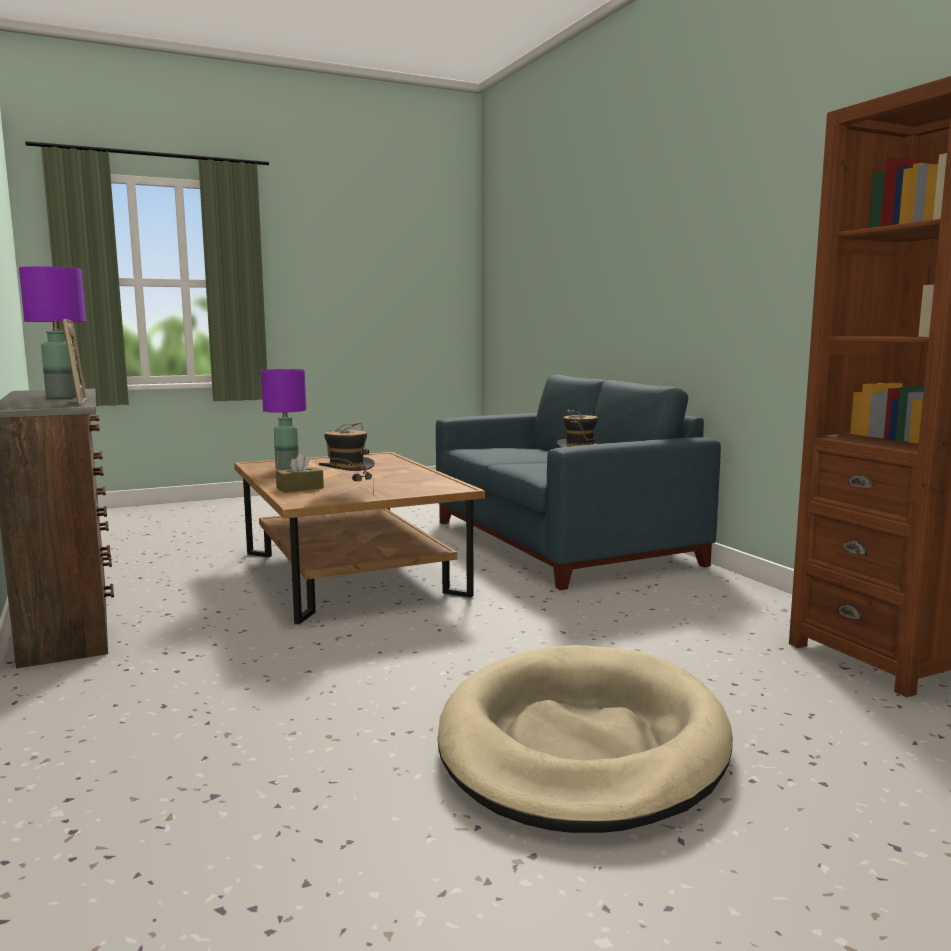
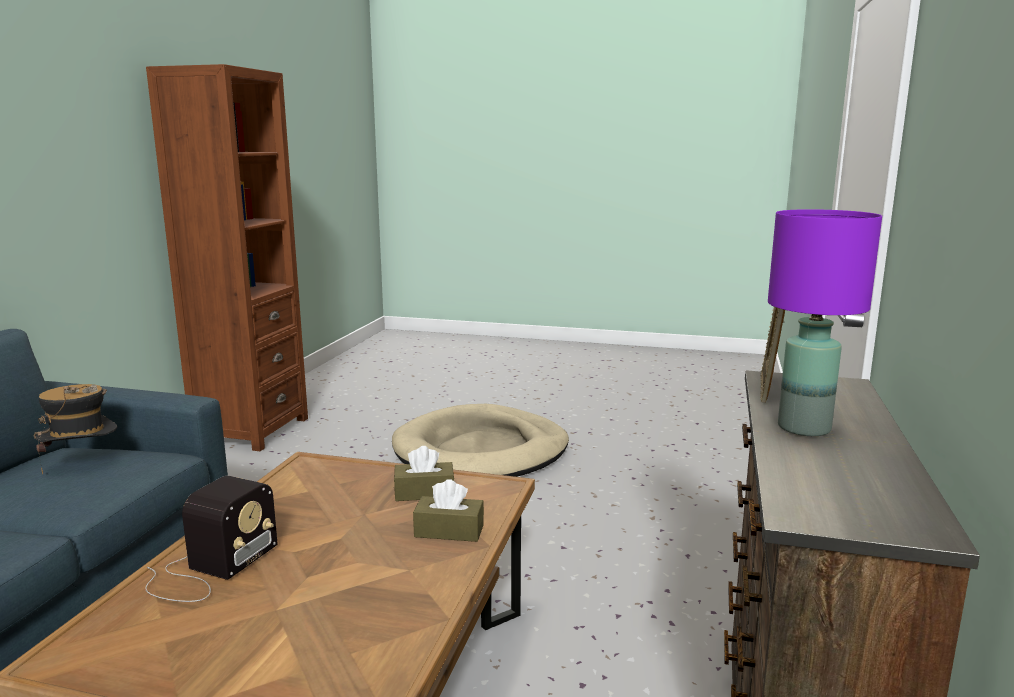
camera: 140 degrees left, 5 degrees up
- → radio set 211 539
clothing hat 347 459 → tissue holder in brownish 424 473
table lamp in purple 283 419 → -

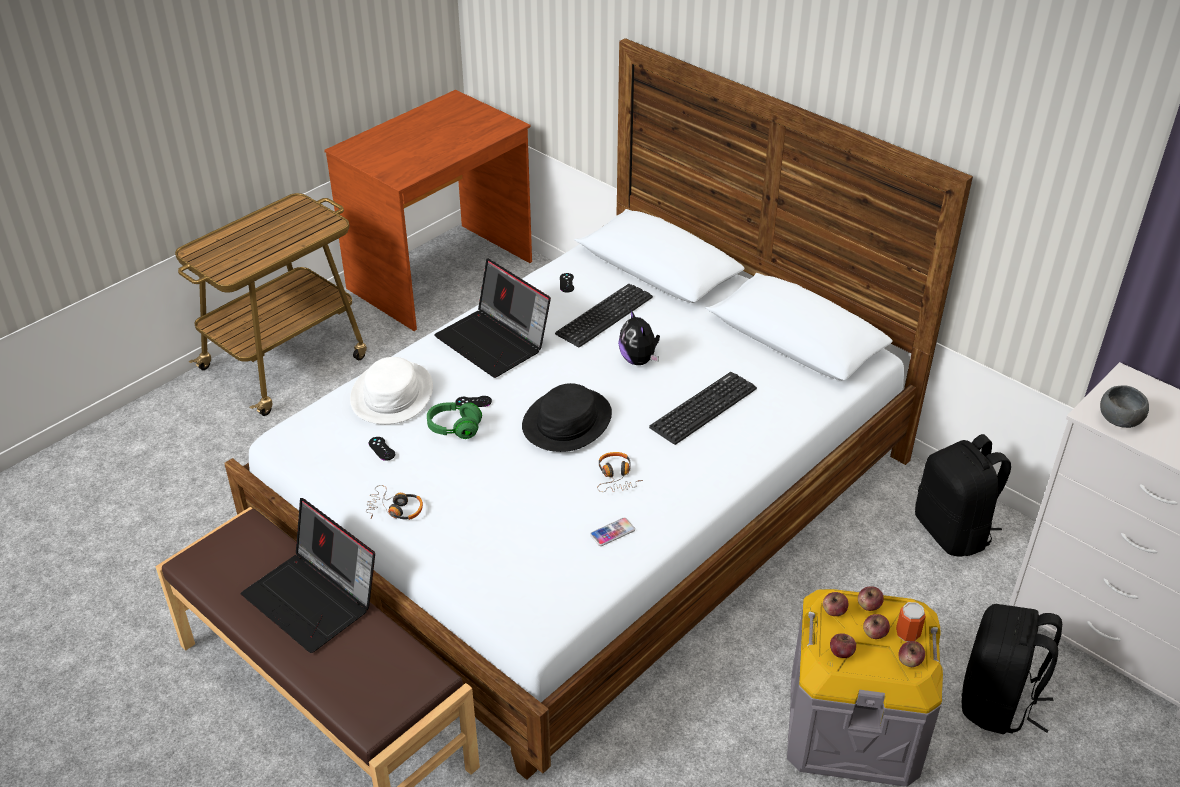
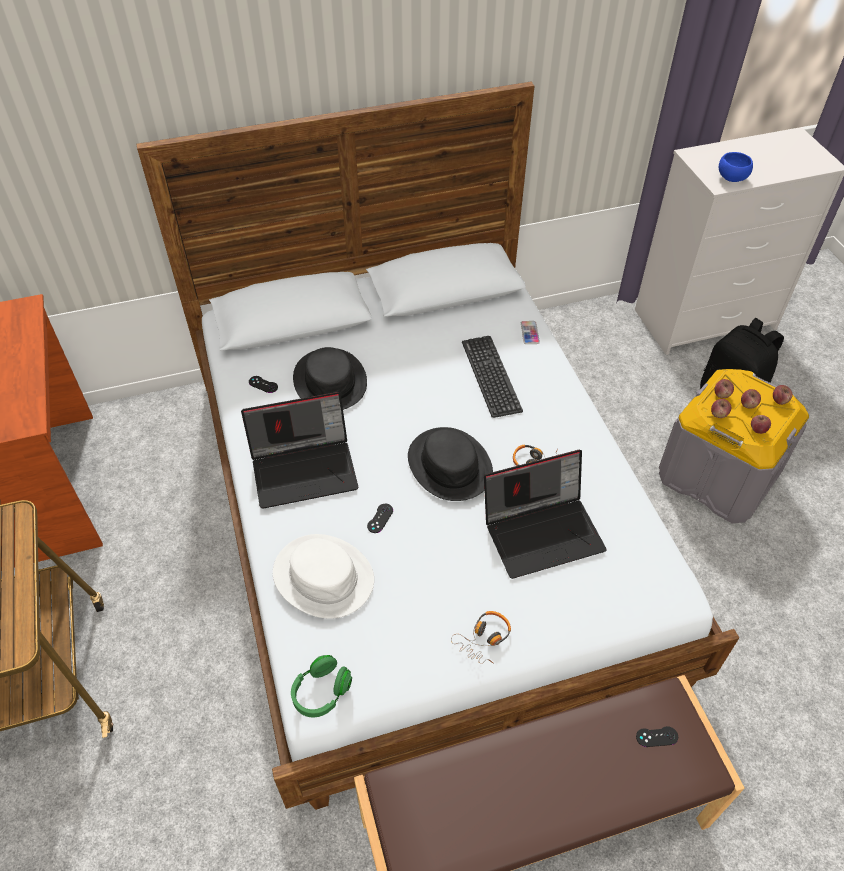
camera: 60 degrees left, 10 degrees up
headset in greenish 454 420 → headset in greenish 321 686, move
keyboard 604 315 → clothing hat in black-coloured 330 378
portable computer 308 575 → portable computer 545 514, move
phone 612 532 → phone 530 332, move
game controller in black-coloured 382 449 → game controller in black-coloured 657 736, move
bowl in gray 1124 406 → bowl in bluish 736 167
soft toy 639 337 → -
can 911 622 → -
rucksack in black-coloured 963 495 → -

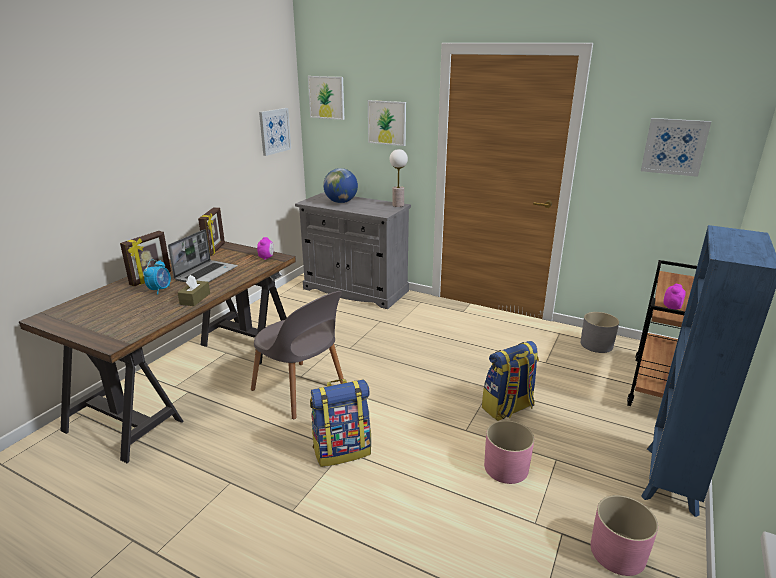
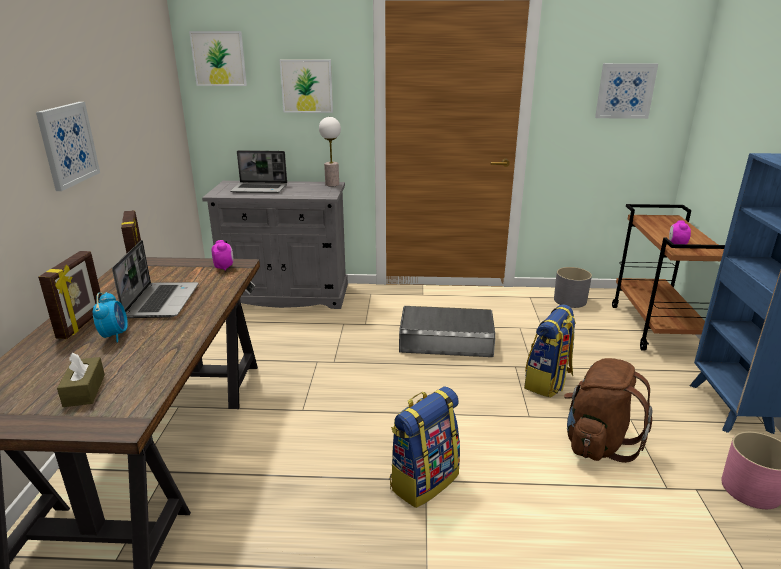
camera: 25 degrees left, 0 degrees up
wall picture 275 132 → wall picture 68 146, move
tissue holder in brownish 194 290 → tissue holder in brownish 81 380, move
desk globe 340 185 → portable computer 258 171
- → storage container in gray 447 331
plant pot in pinkish 509 452 → rucksack in brownish 608 410
chair in gray 297 355 → -

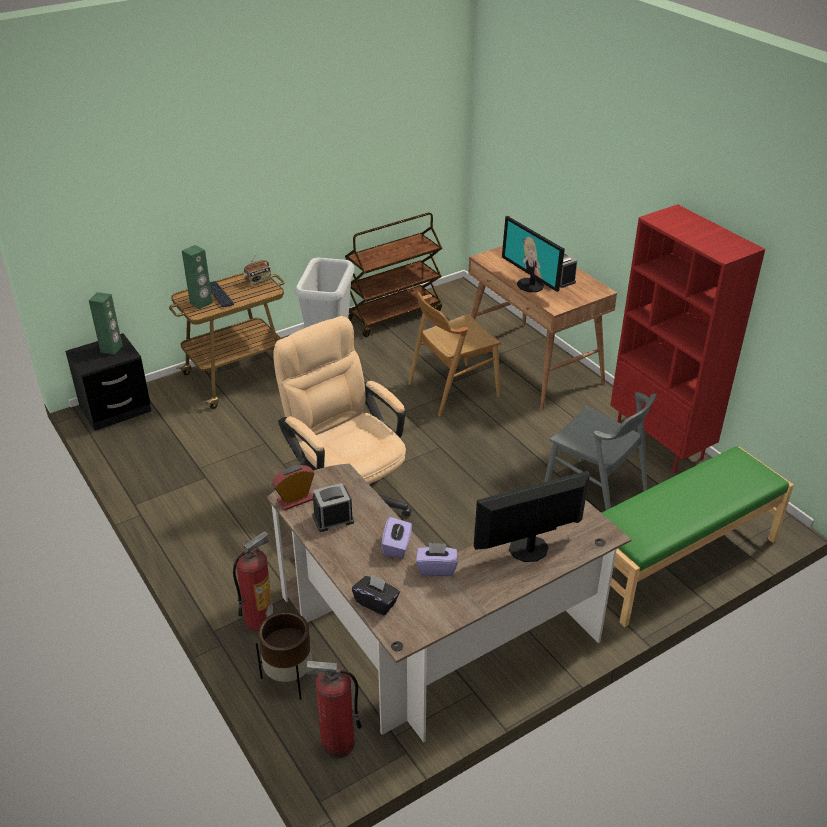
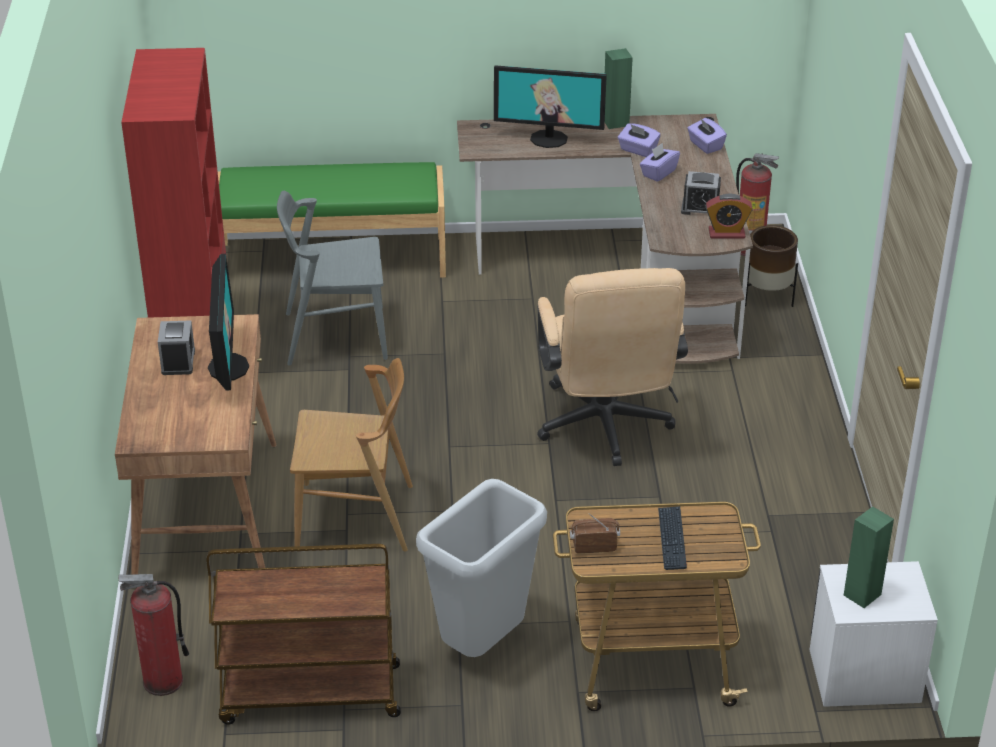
camera: 150 degrees left, 0 degrees up
extinguisher 253 582 → extinguisher 153 634, move
chair in gray 600 451 → chair in gray 332 278, 75 degrees counterclockwise
loudspeaker in greenish 197 277 → loudspeaker in greenish 619 88, move
tissue holder in black-coloured 376 594 → tissue holder in purple 707 136
bedside table in black-coloured 108 382 → bedside table in whitish 874 634

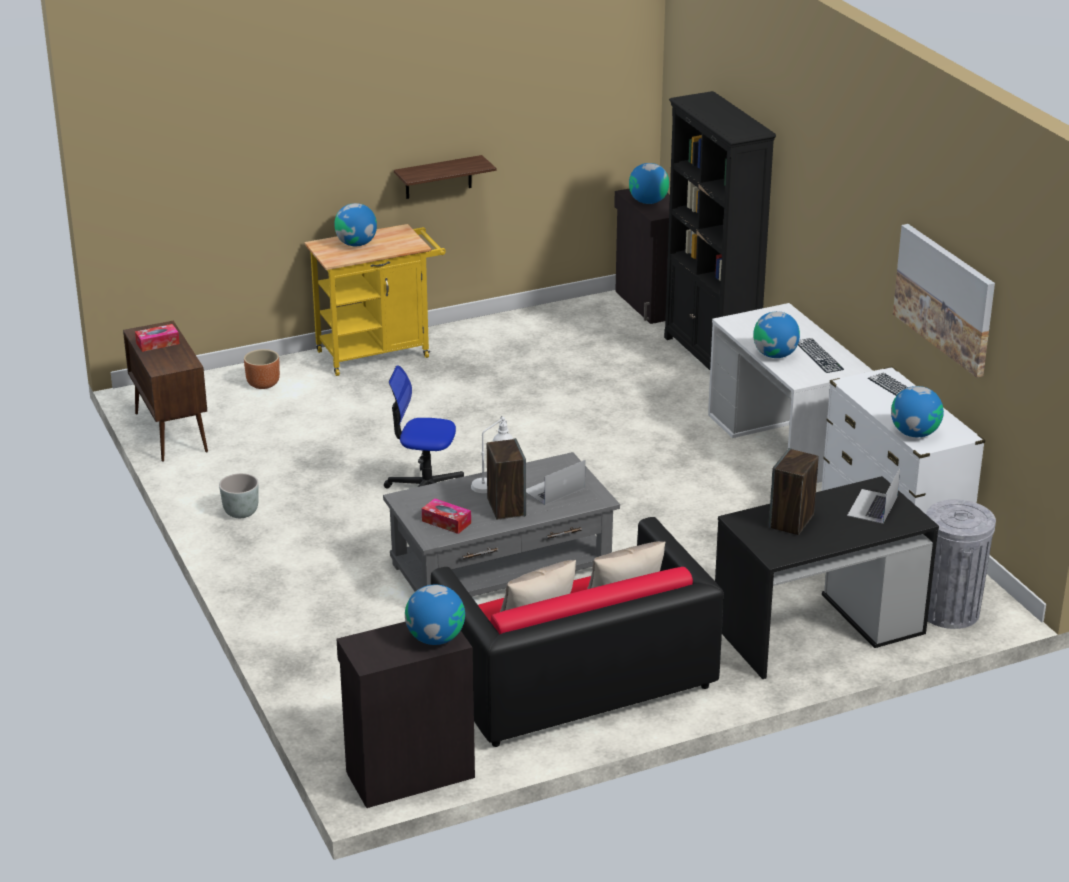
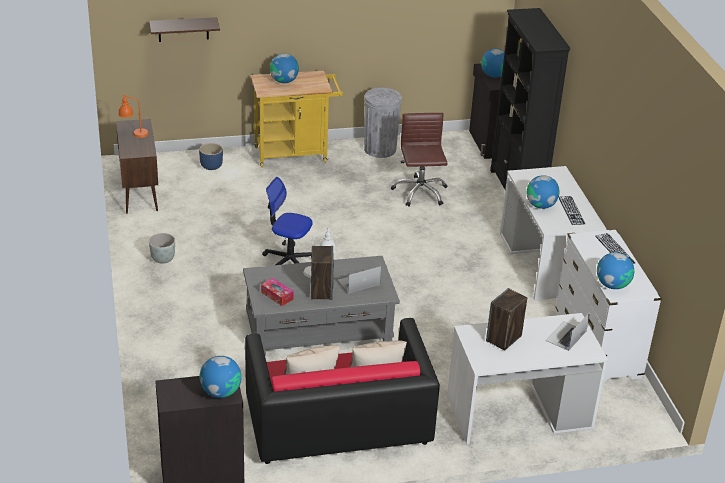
camera: 10 degrees right, 5 degrees up
tissue holder 157 338 → table lamp in orange 133 116
shelf 445 177 → shelf 184 29, move
plant pot in brownish 262 369 → plant pot in bluish 211 156
rubbish bin in gray 961 564 → rubbish bin in gray 383 123, move
- → desk chair in brownish 419 160
desk in black-coloured 827 577 → desk in whitish 527 378
wall picture 944 301 → -

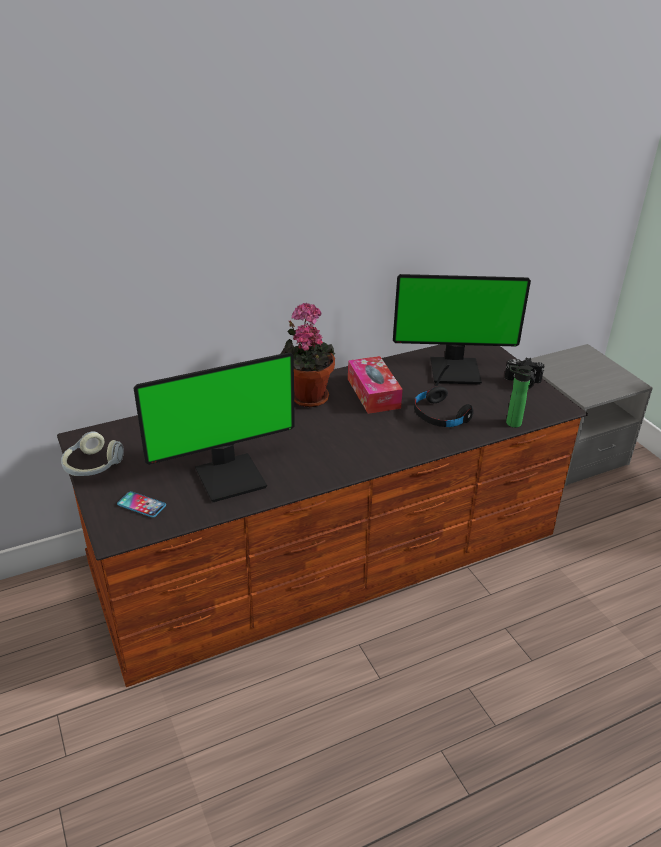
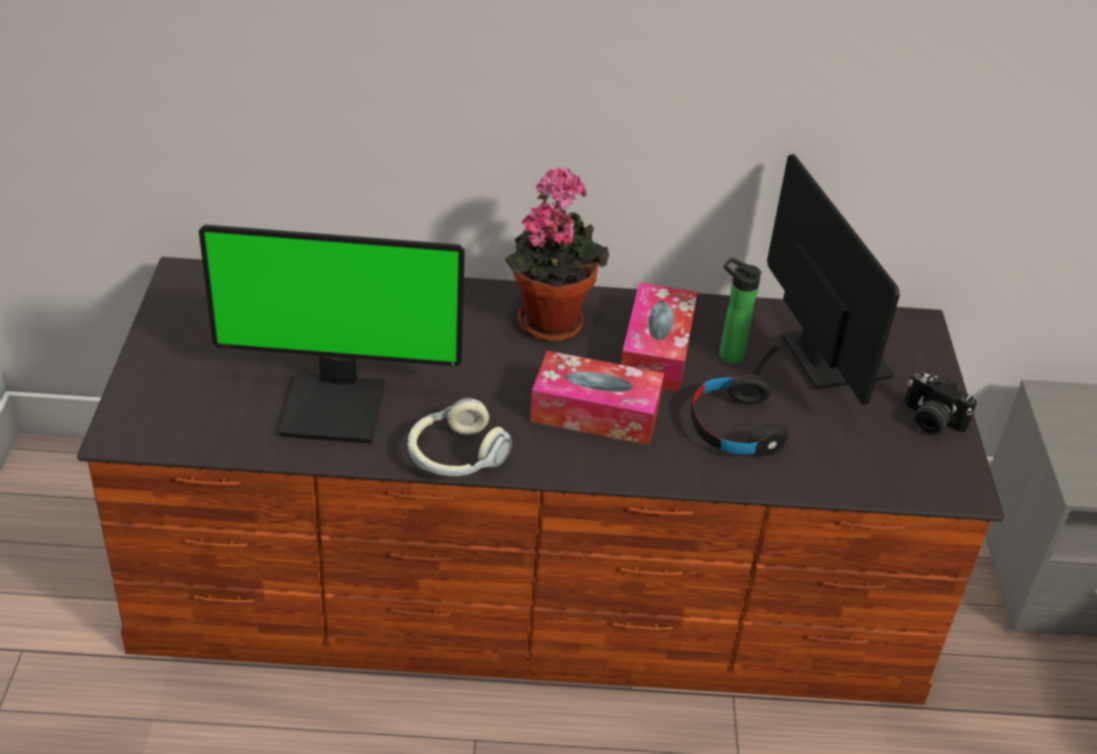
camera: 25 degrees right, 5 degrees up
headset 92 453 → headset 460 437, move
- → tissue holder 597 398
beverage bottle 519 396 → beverage bottle 740 311, move
monitor 462 329 → monitor 833 279, 135 degrees counterclockwise
phone 141 504 → -

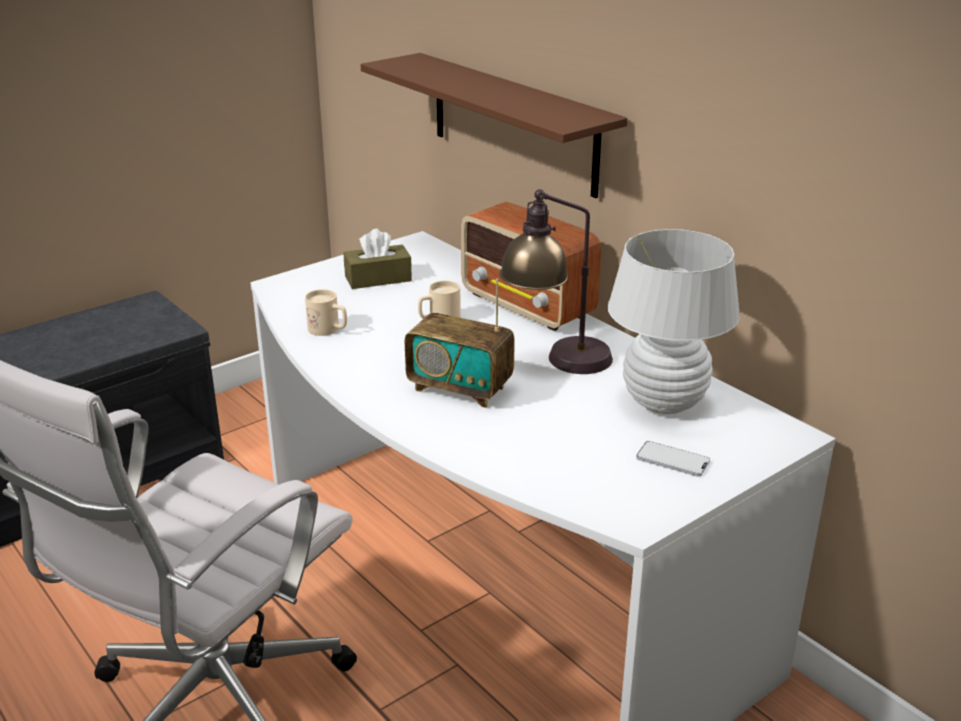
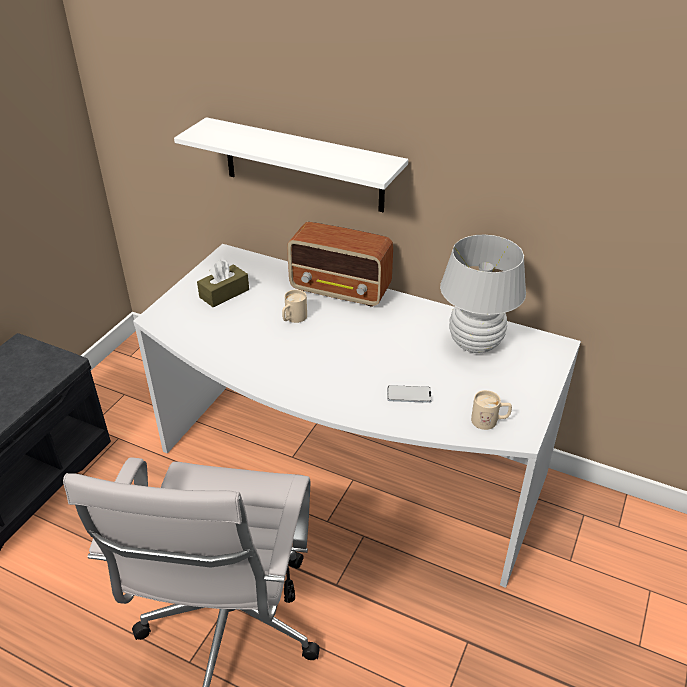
camera: 25 degrees left, 10 degrees up
shelf in brownish 494 125 → shelf in whitish 291 164
phone 673 459 → phone 410 394, move
coffee mug in beige-coloured 326 312 → coffee mug in beige-coloured 491 410, move
radio set 460 343 → -
table lamp 556 281 → -

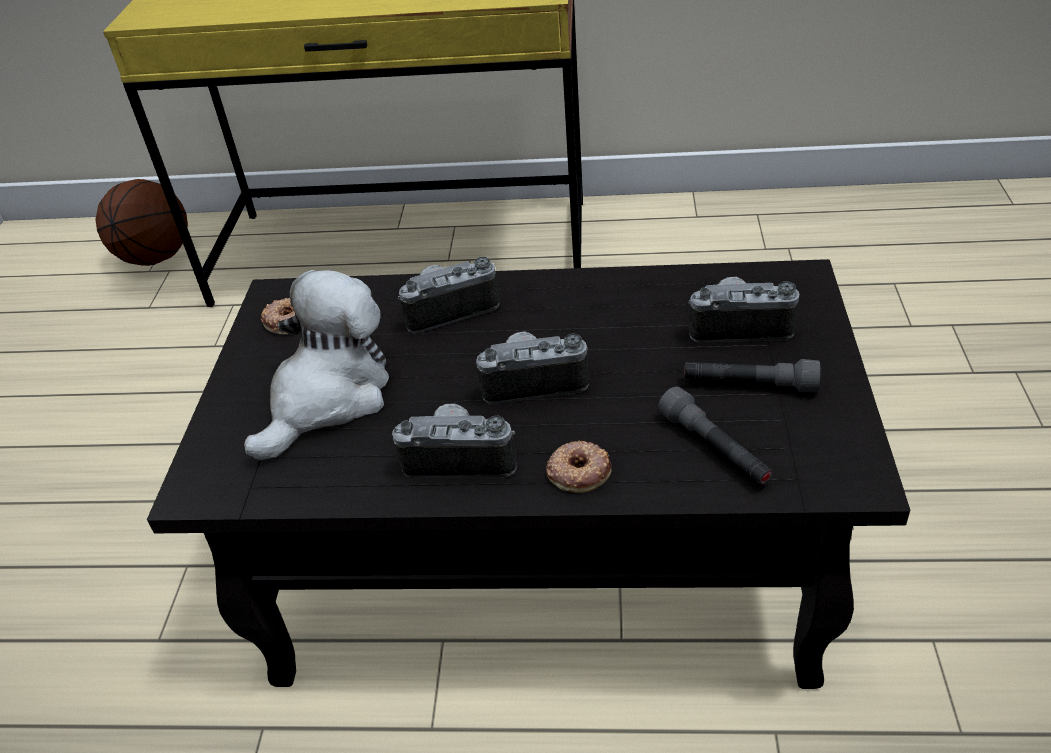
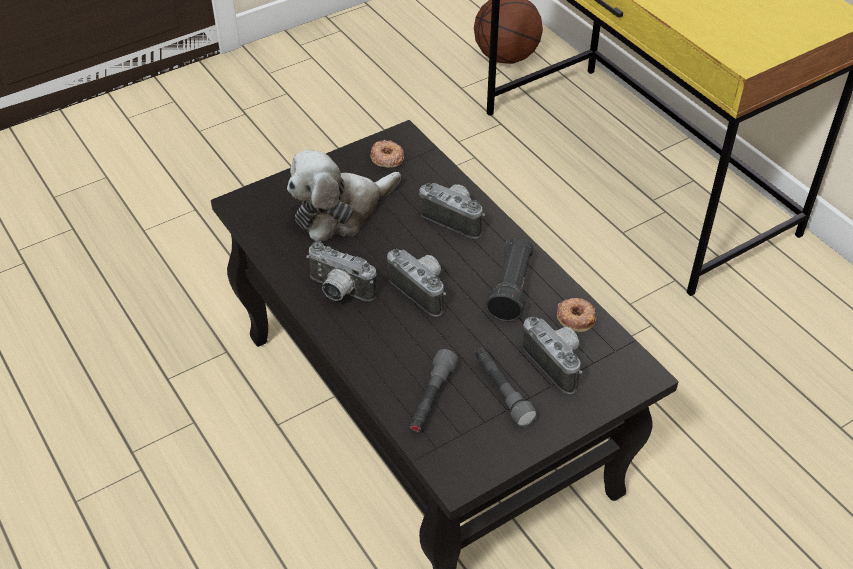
camera: 50 degrees right, 5 degrees up
soft toy 316 365 → soft toy 344 195, 150 degrees clockwise
still camera 454 440 → still camera 341 271, 150 degrees clockwise
- → flashlight in black-coloured 509 279
donut 578 467 → donut 577 315, move

